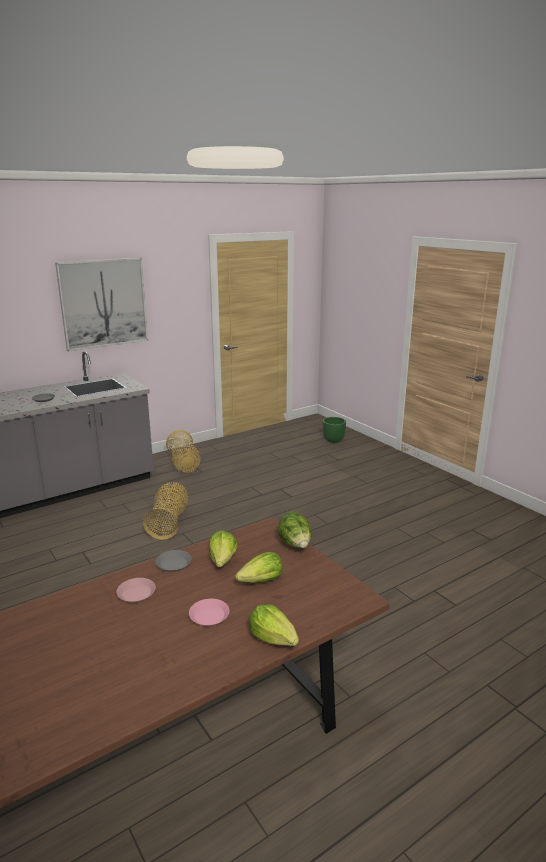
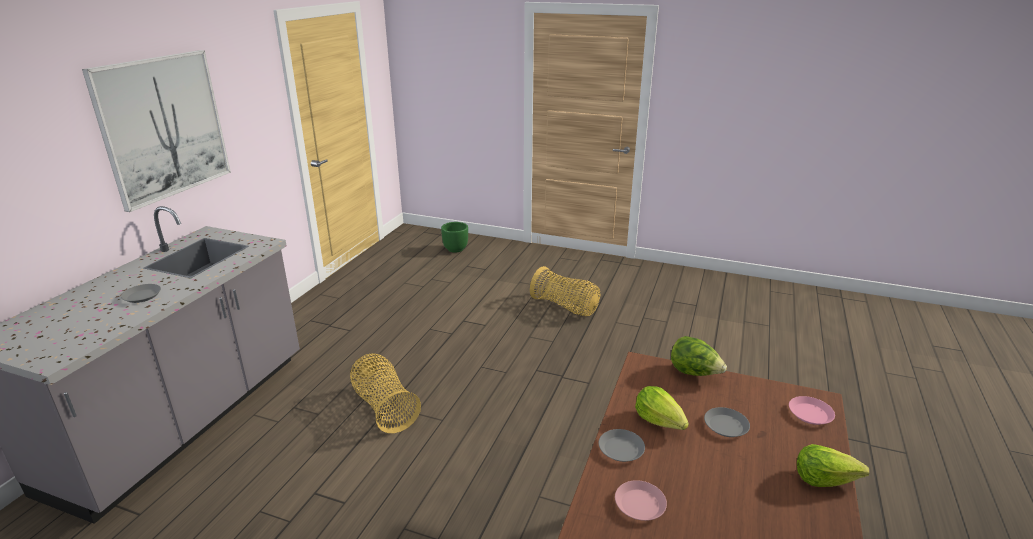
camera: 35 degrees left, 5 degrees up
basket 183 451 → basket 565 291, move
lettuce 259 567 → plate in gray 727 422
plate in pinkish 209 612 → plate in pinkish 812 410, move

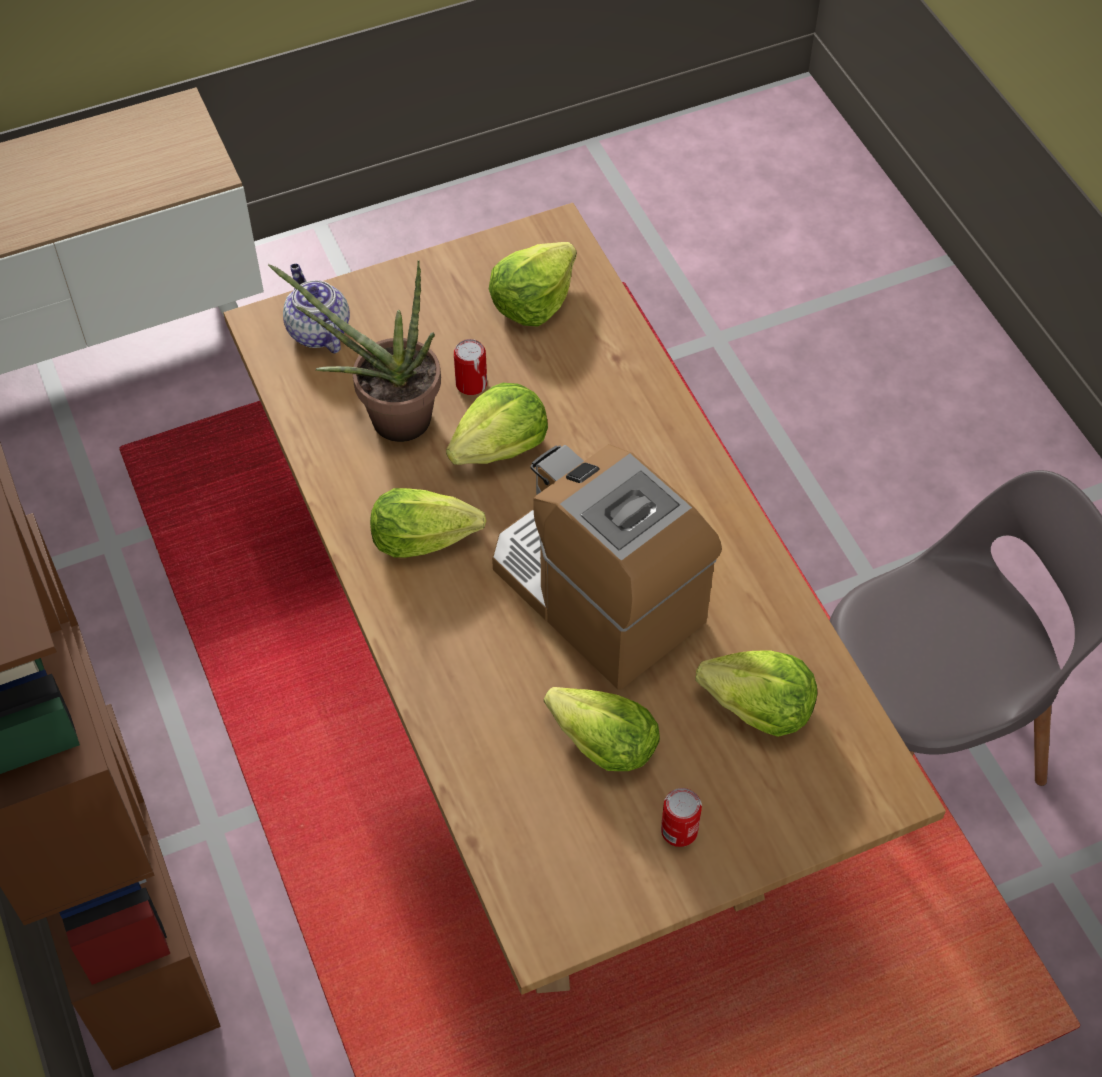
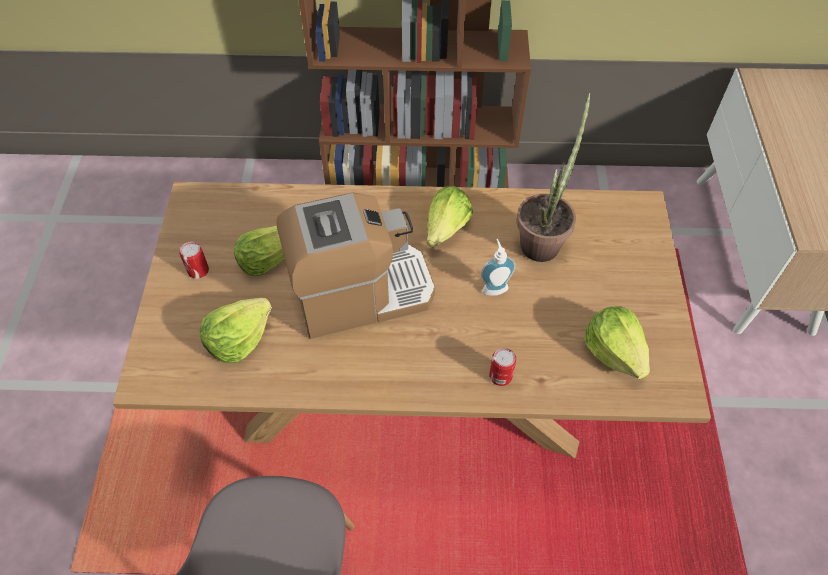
camera: 115 degrees right, 0 degrees up
lettuce 497 424 → soap bottle 498 267
can 470 367 → can 502 367, move
pot for tea 316 308 → -

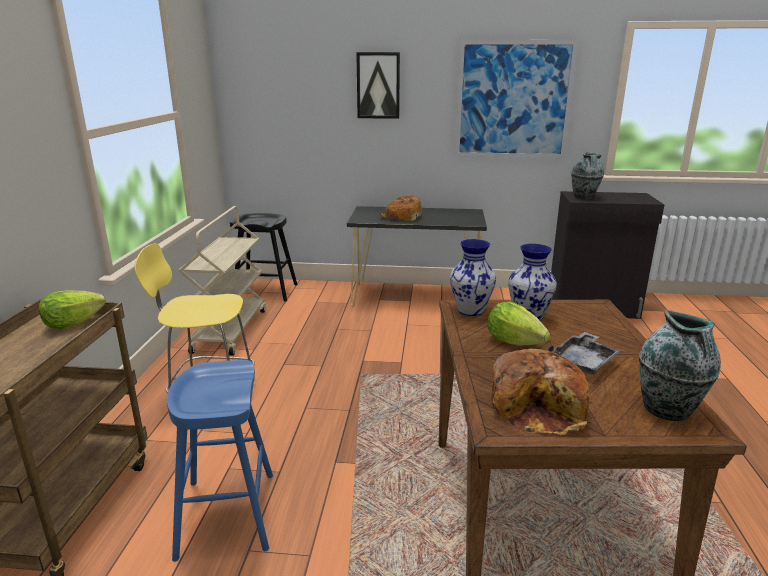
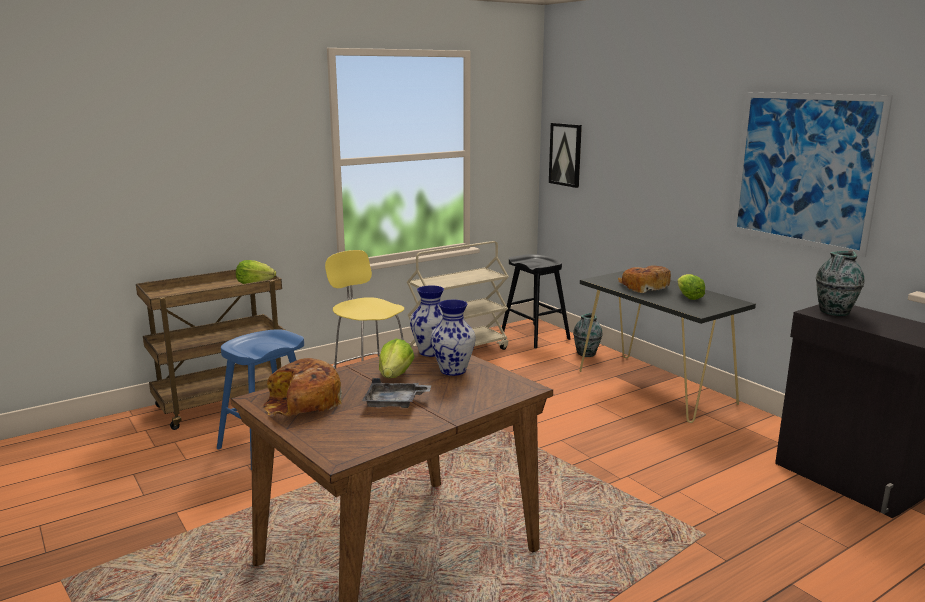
camera: 50 degrees right, 5 degrees down
wall picture 378 85 → wall picture 565 155, move
vase 680 365 → vase 588 335, move
- → lettuce 691 287

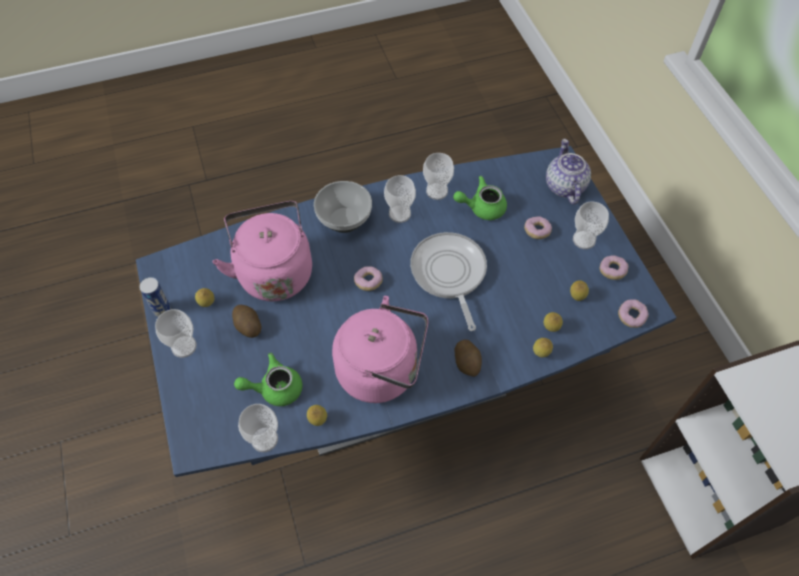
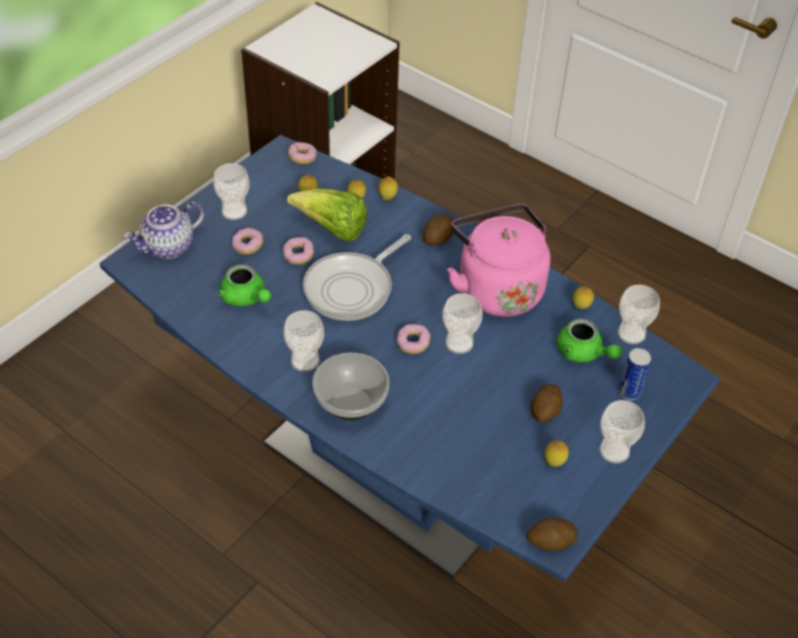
camera: 125 degrees left, 10 degrees down
donut 614 267 → donut 298 251, move
- → lettuce 327 215
drinking cup 438 176 → drinking cup 462 323, move
- → spud 552 534
can 155 297 → can 635 374, move
tea kettle in pinkish 262 251 → -

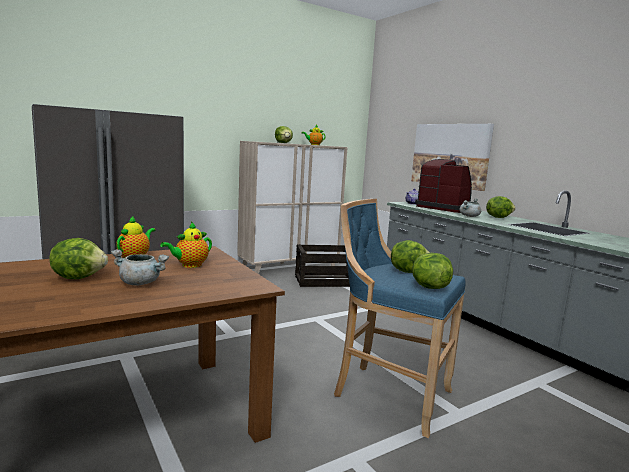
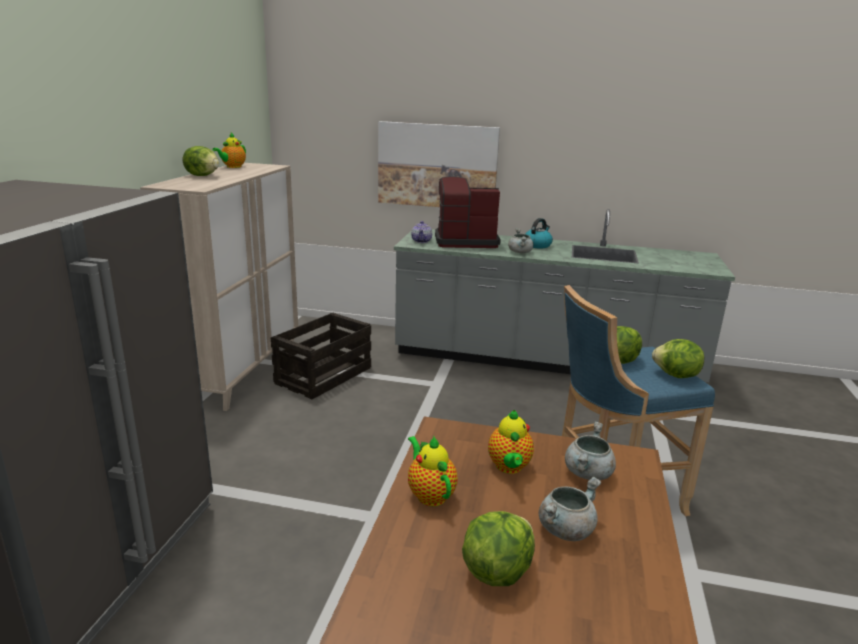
camera: 45 degrees left, 10 degrees up
lettuce 501 207 → tea kettle 539 233
- → cooking pot in gray 590 450

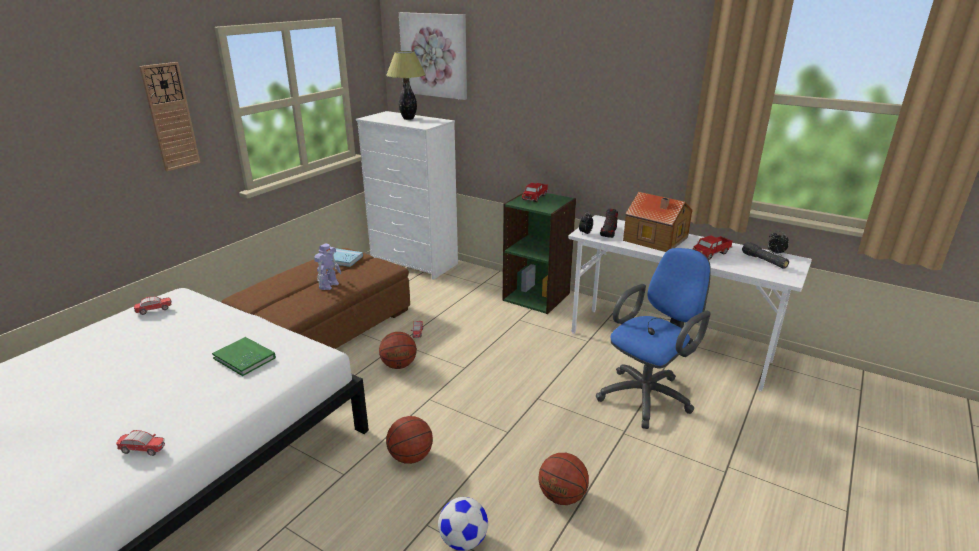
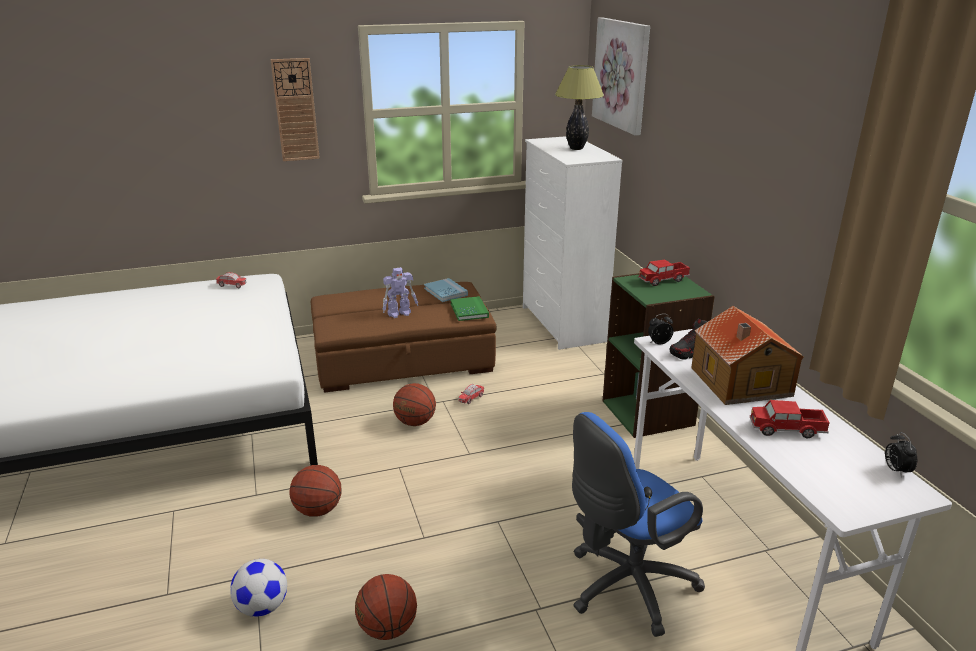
camera: 40 degrees right, 0 degrees up
bound book in greenish 244 356 → bound book in greenish 469 308, move
desk chair in bluish 653 338 → desk chair in bluish 638 524, 150 degrees clockwise
model car 140 443 → -
flashlight in black-coloured 765 255 → -

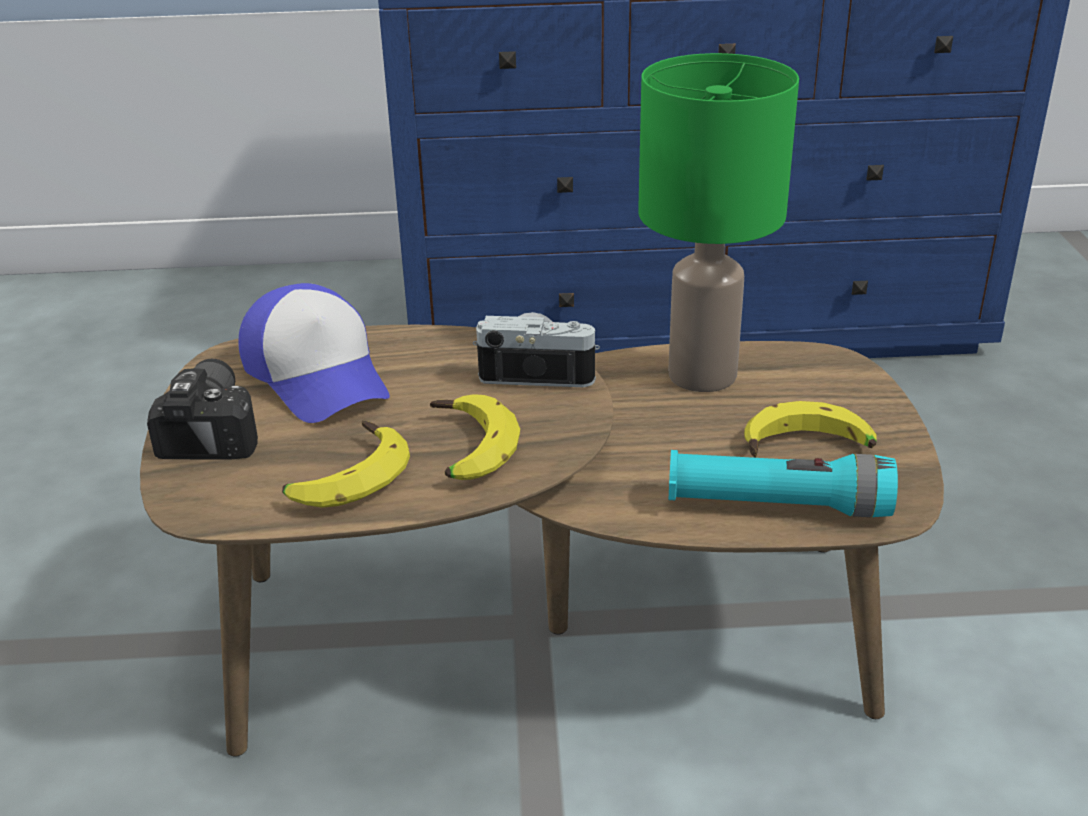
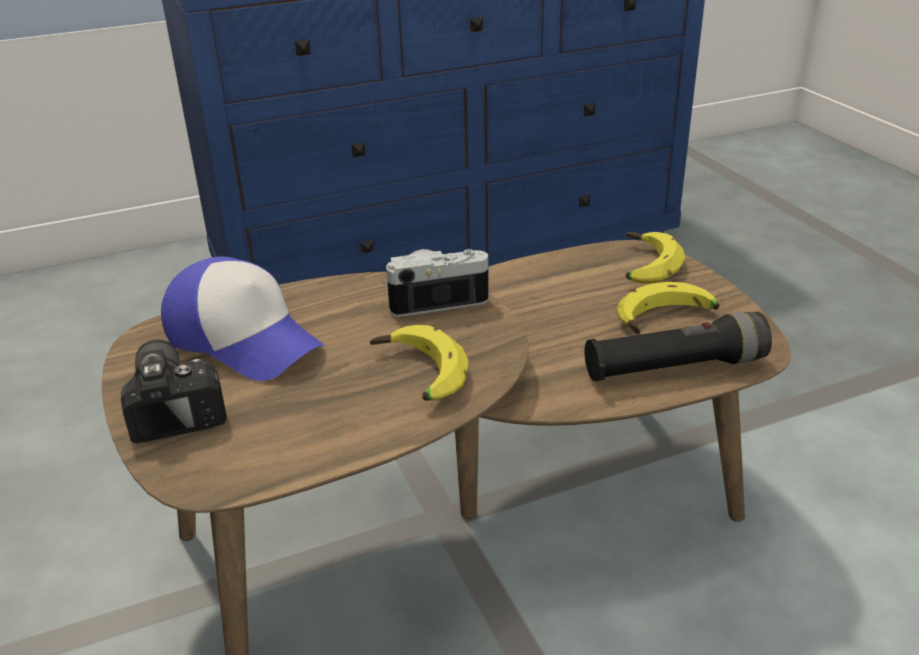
camera: 20 degrees left, 0 degrees up
flashlight in blue-green 783 483 → flashlight in black-coloured 678 346
banana 346 464 → banana 655 258, move
table lamp in greenish 718 222 → -

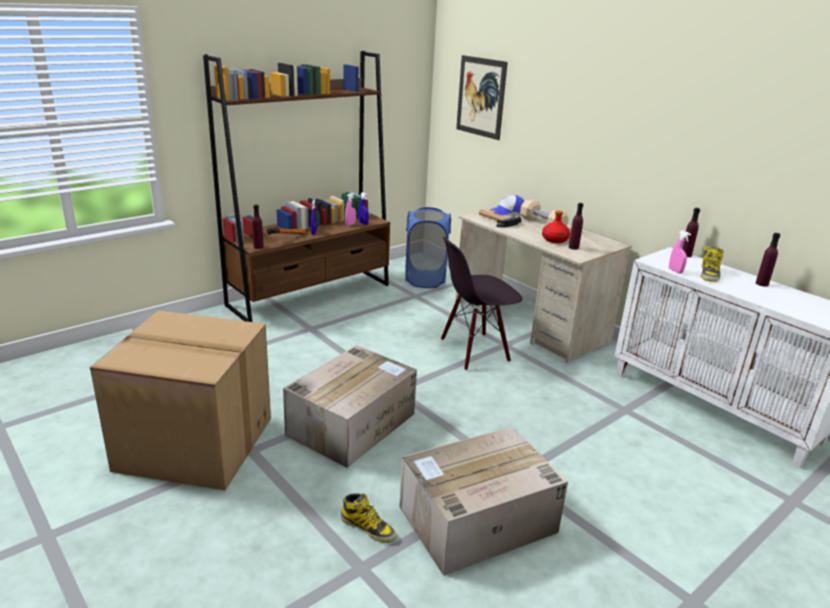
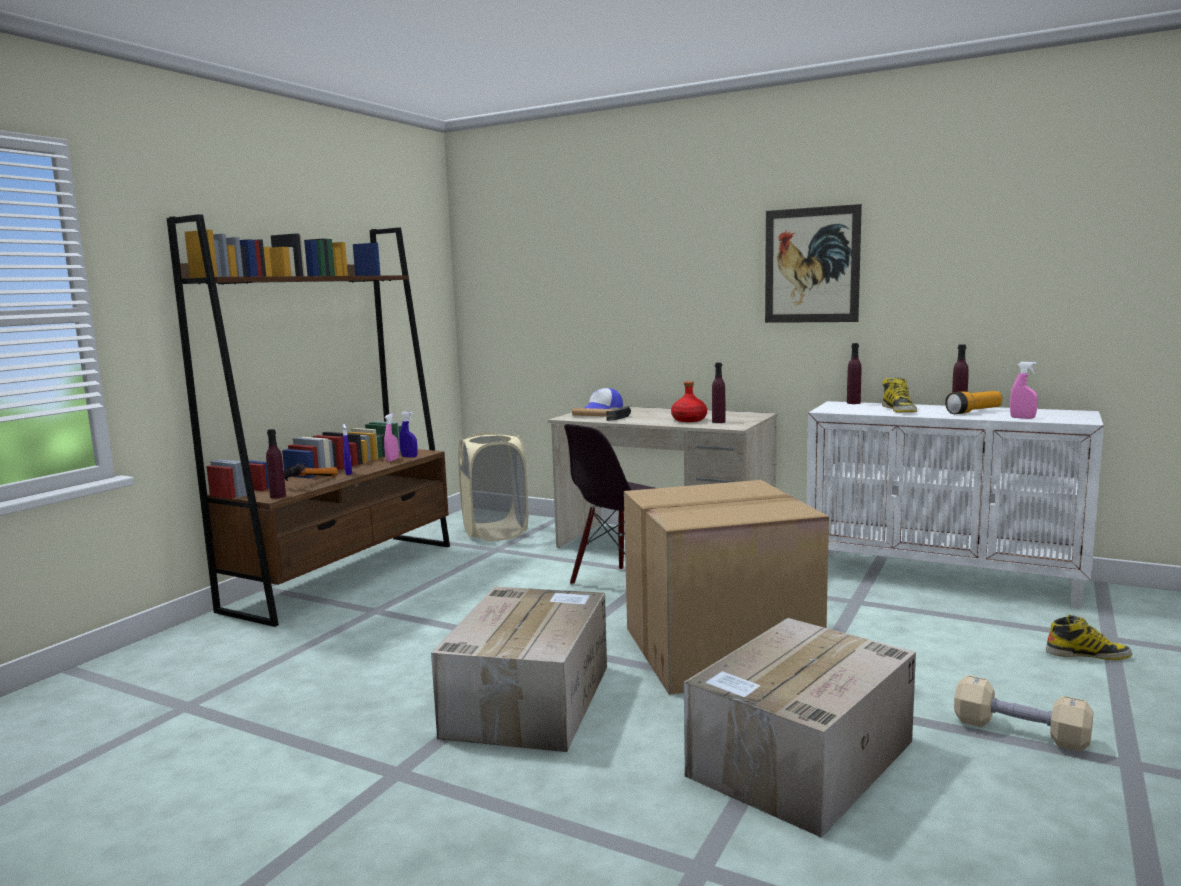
camera: 20 degrees left, 15 degrees down
laundry basket in bluish 428 247 → laundry basket in beige-coloured 493 486
packing box 180 400 → packing box 726 587, move
wall picture 482 97 → wall picture 813 263, move
- → flashlight 973 402
hand weight in beige-coloured 544 212 → hand weight in beige-coloured 1023 713, move
sprayer in pinkish 680 252 → sprayer in pinkish 1024 390, move
high-top boot 369 518 → high-top boot 1089 637, move

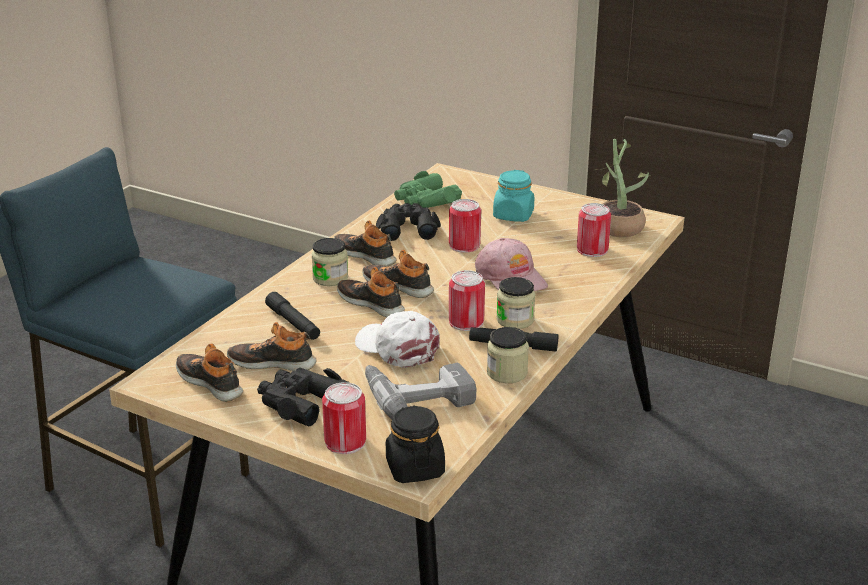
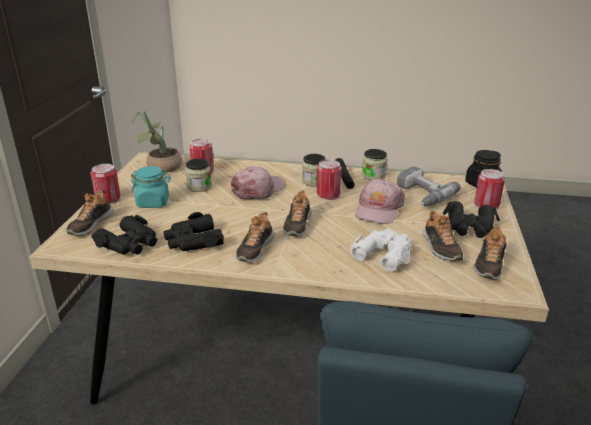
camera: 110 degrees left, 0 degrees up
low shoe 371 292 → low shoe 90 213, move
can 465 226 → can 106 184, move
pair of binoculars in greenish 428 189 → pair of binoculars in black-coloured 124 235
preserve jar 329 262 → preserve jar 198 175, move
flashlight in black-coloured 292 316 → pair of binoculars in whitish 381 250
baseball cap in whitish 397 339 → baseball cap in pinkish 380 201

